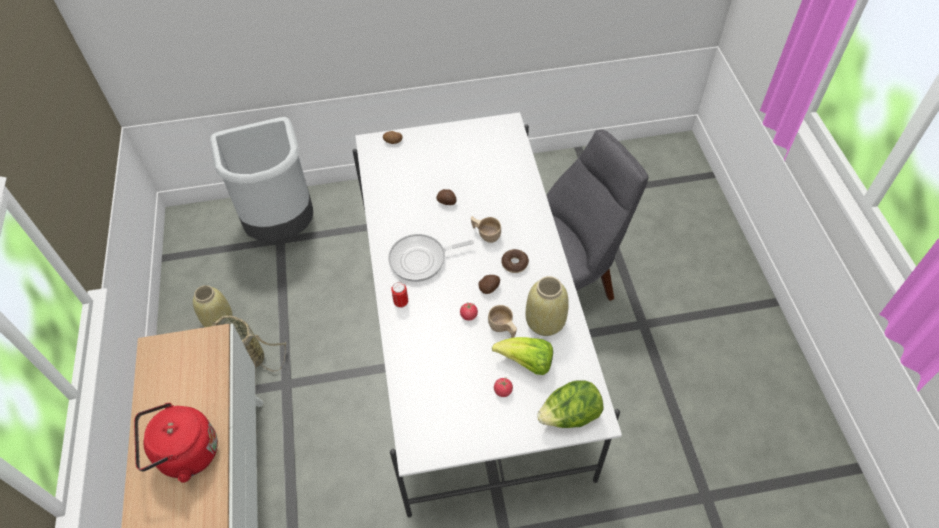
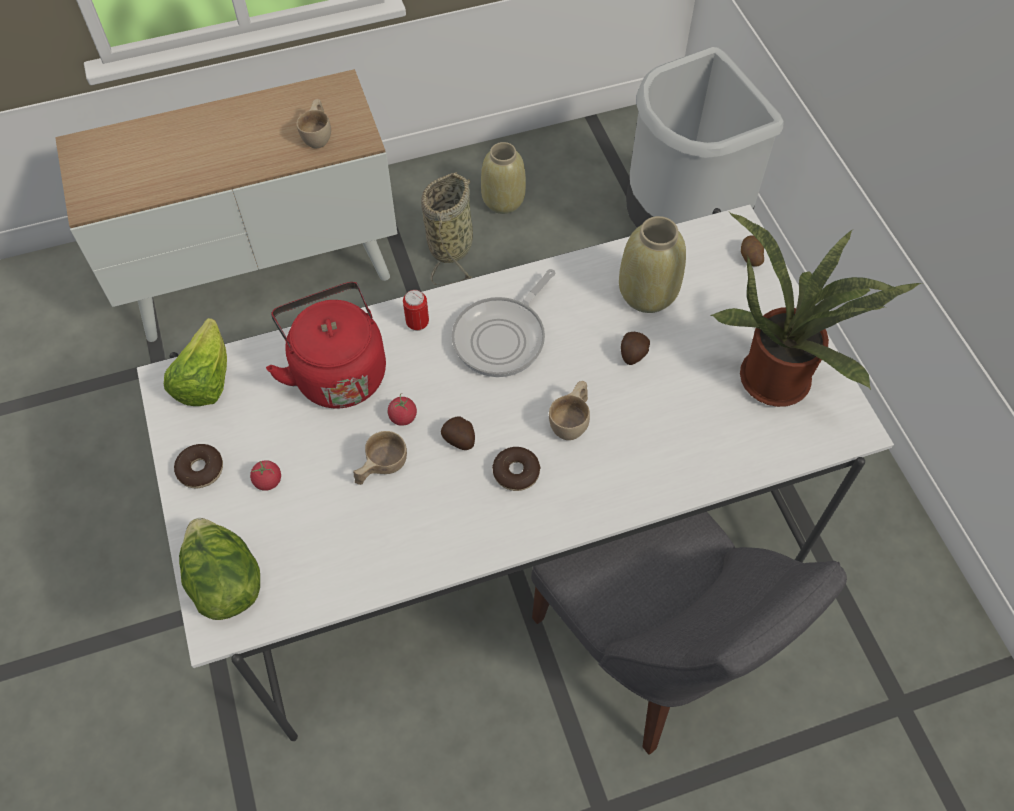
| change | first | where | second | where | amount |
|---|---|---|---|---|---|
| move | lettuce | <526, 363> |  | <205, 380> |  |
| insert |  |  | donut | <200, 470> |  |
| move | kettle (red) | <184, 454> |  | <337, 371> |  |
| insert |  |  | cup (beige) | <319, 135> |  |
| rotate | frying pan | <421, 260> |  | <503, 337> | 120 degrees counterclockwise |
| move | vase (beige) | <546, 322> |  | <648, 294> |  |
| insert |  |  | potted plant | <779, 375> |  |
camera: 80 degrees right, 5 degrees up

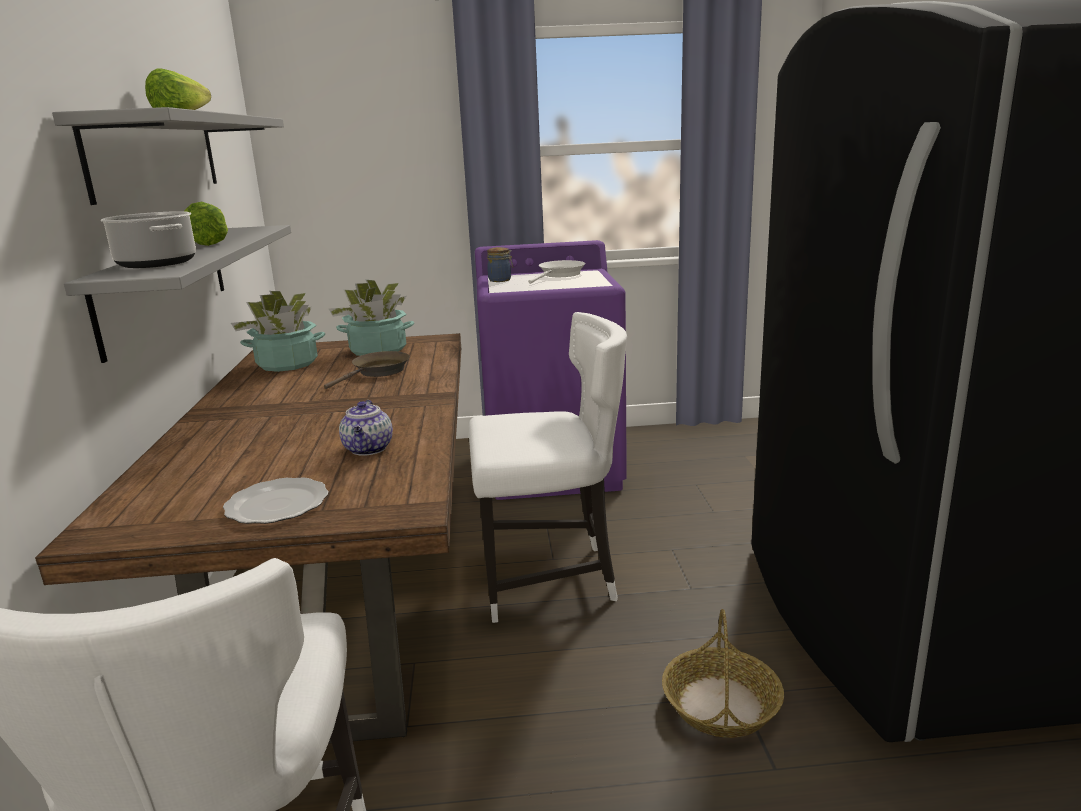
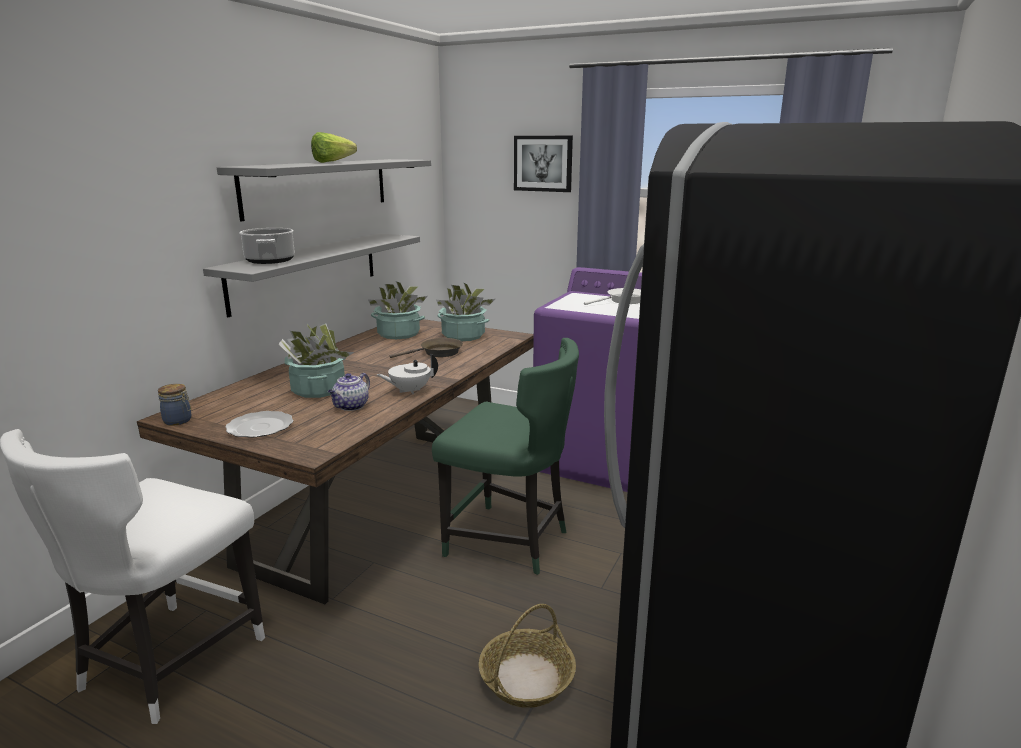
| change | first | where | second | where | amount |
|---|---|---|---|---|---|
| move | jar | <501, 280> |  | <178, 421> |  |
| insert |  |  | potted plant | <318, 389> |  |
| insert |  |  | teapot (white) | <409, 391> |  |
| recolor | chair (white) | <551, 579> | chair (green) | <510, 541> |  |
| insert |  |  | picture | <543, 163> |  |
| delete | lettuce | <212, 242> |  |  |  |
camera: 30 degrees right, 0 degrees up

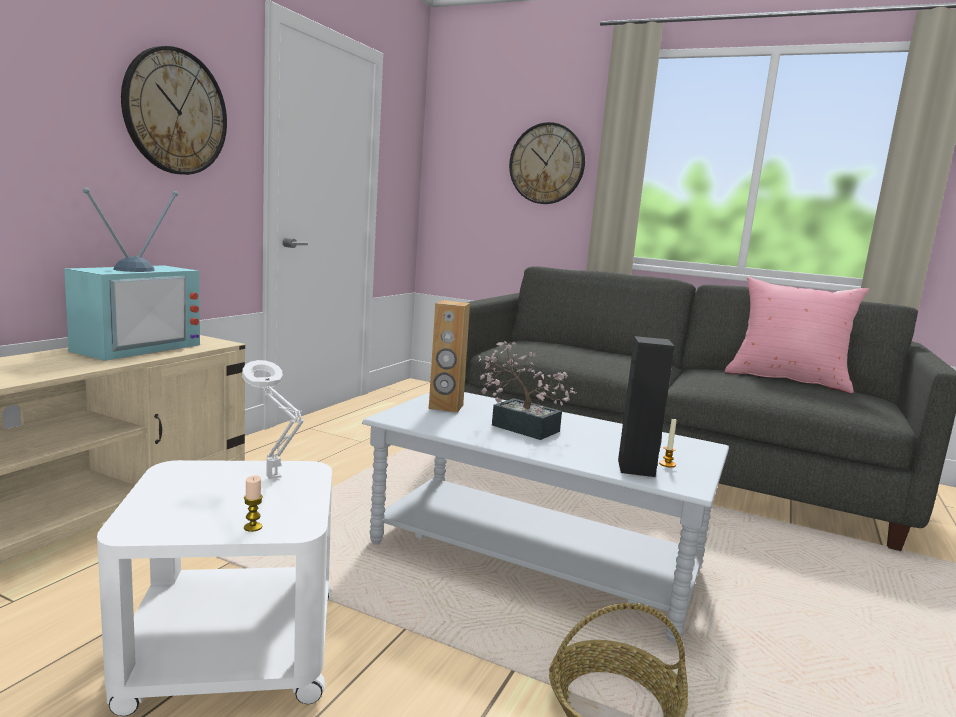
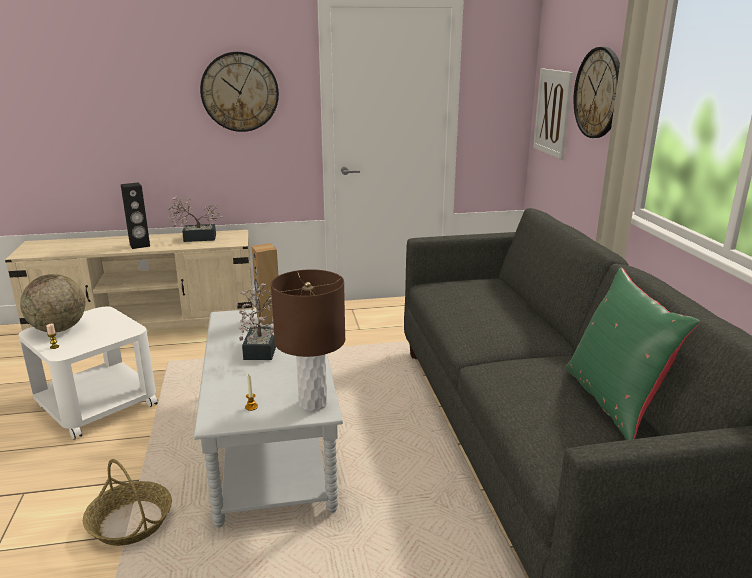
| change | first | where | second | where | amount |
|---|---|---|---|---|---|
| insert |  |  | globe | <59, 329> |  |
| move | speaker (black) | <637, 468> |  | <140, 245> |  |
| replace | television | <135, 347> | potted plant | <195, 238> |  |
| insert |  |  | table lamp (brown) | <313, 403> |  |
| insert |  |  | picture | <553, 112> |  |
| recolor | pillow (pink) | <787, 379> | pillow (green) | <614, 402> |  |
| delete | table lamp (white) | <275, 480> |  |  |  |
camera: 55 degrees right, 10 degrees up

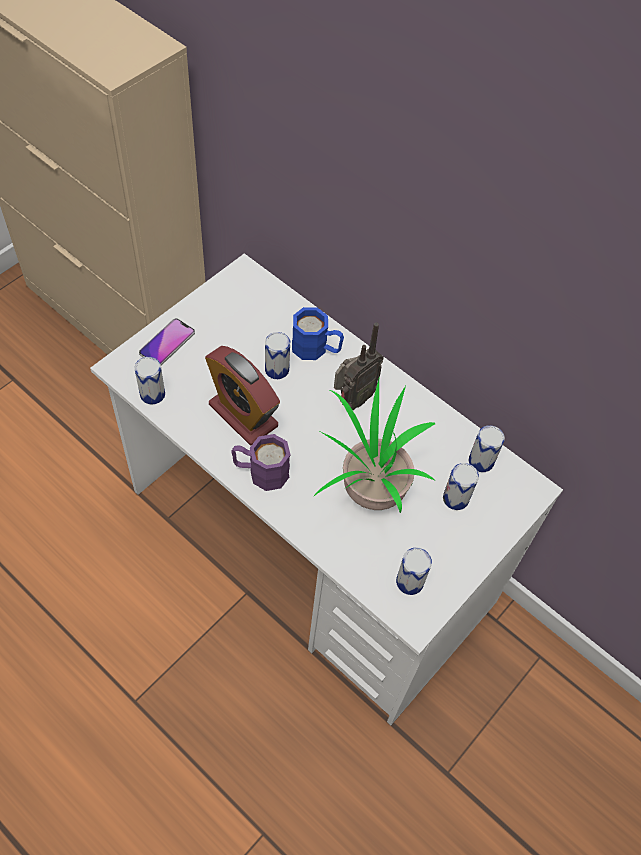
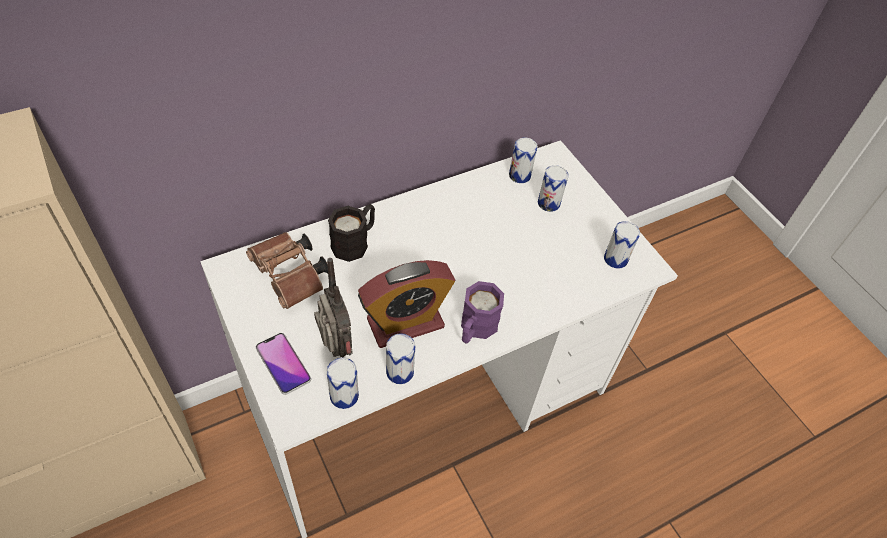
| change | first | where | second | where | amount |
|---|---|---|---|---|---|
| insert |  |  | binoculars (brown) | <291, 278> |  |
| move | radio | <352, 400> |  | <335, 349> |  |
| recolor | mug (blue) | <316, 349> | mug (black) | <355, 242> |  |
| move | can | <277, 369> |  | <400, 372> |  |
| delete | potted plant | <369, 489> |  |  |  |
camera: 70 degrees left, 5 degrees down

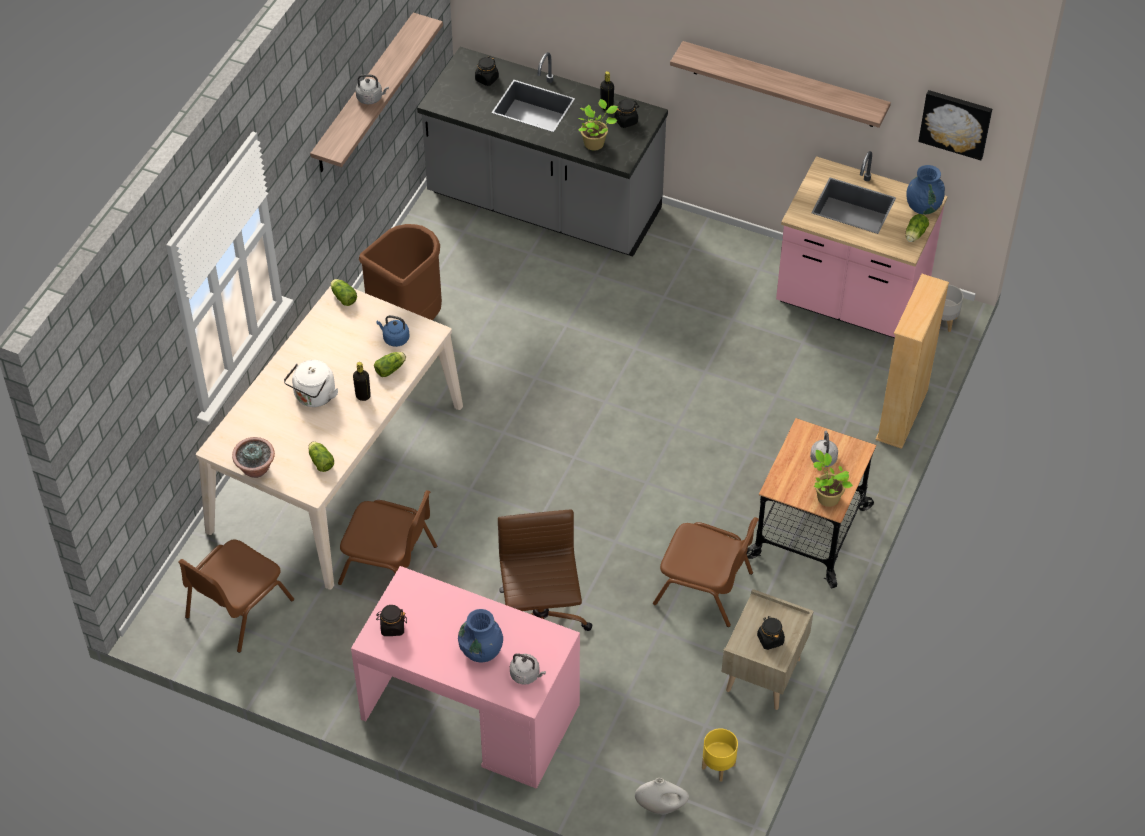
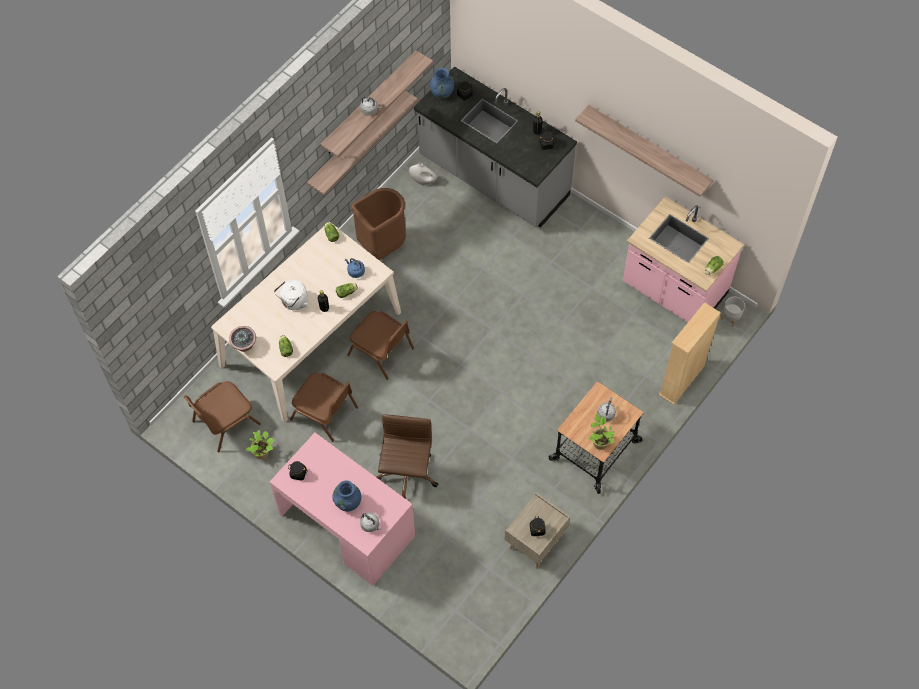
| change | first | where | second | where | amount |
|---|---|---|---|---|---|
| move | potted plant | <595, 143> |  | <262, 453> |  |
| insert |  |  | shelf | <355, 141> |  |
| move | chair (brown) | <705, 588> |  | <382, 352> |  |
| move | vase (white) | <661, 807> |  | <423, 181> |  |
| move | vase (blue) | <923, 206> |  | <442, 92> |  |
| delete | planter (yellow) | <718, 767> |  |  |  |
| delete | picture | <956, 123> |  |  |  |
camera: 15 degrees right, 10 degrees up

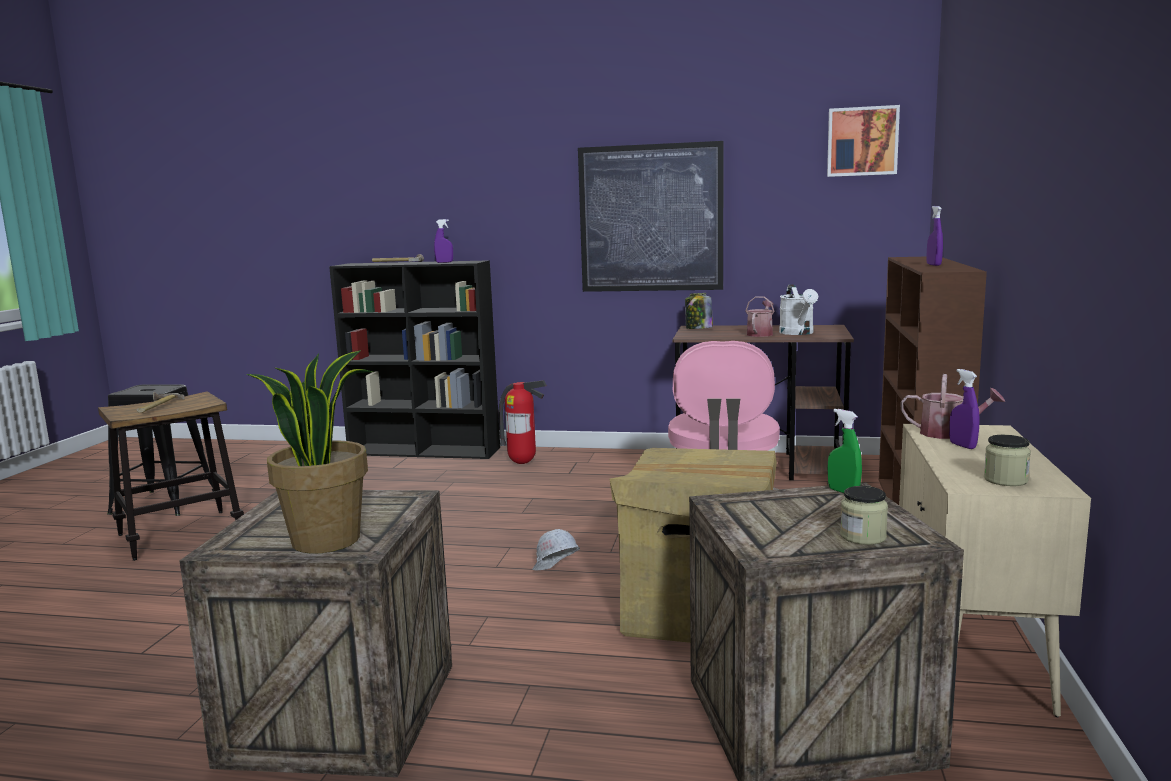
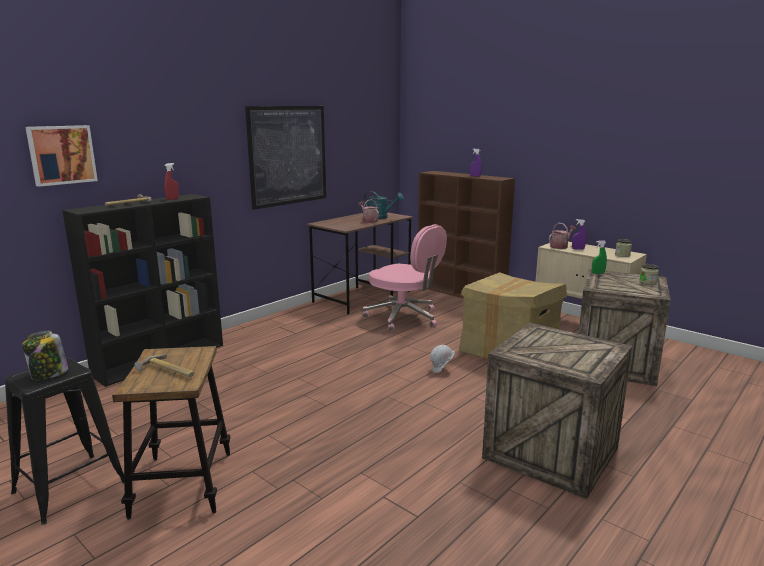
| change | first | where | second | where | amount |
|---|---|---|---|---|---|
| move | jar | <698, 328> |  | <48, 374> |  |
| move | picture | <862, 141> |  | <61, 155> |  |
| recolor | spray bottle (purple) | <444, 262> | spray bottle (red) | <172, 199> |  |
| recolor | watering can (white) | <798, 333> | watering can (turquoise) | <381, 217> |  |
| delete | potted plant | <326, 540> |  |  |  |
| delete | fire extinguisher | <523, 463> |  |  |  |
camera: 60 degrees left, 5 degrees up

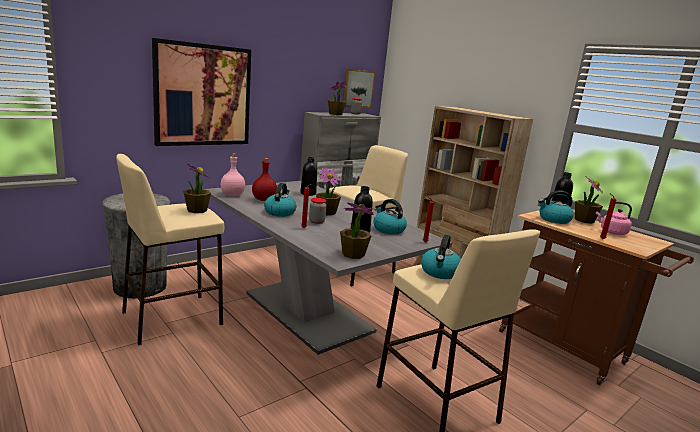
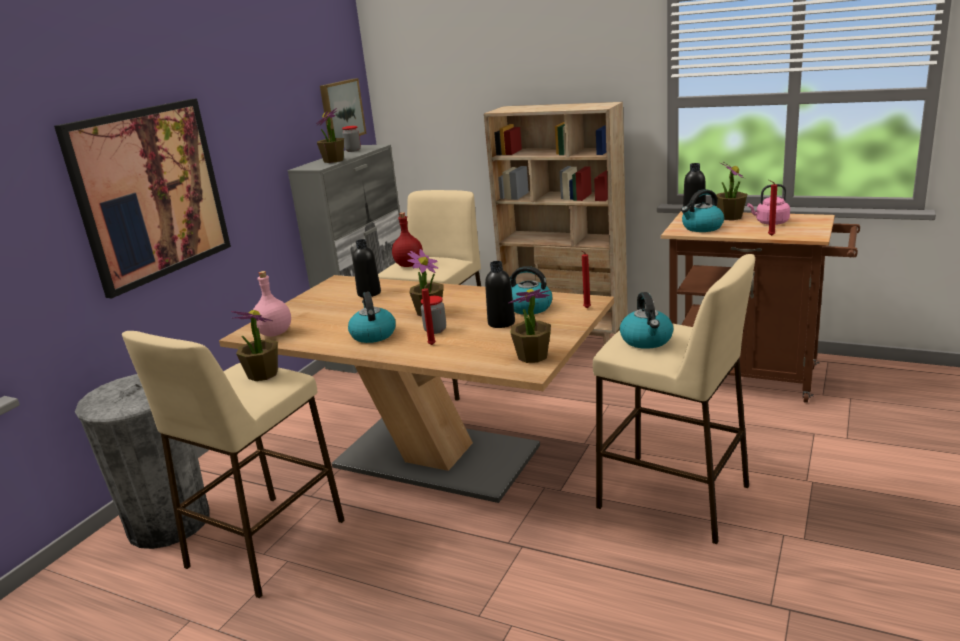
| change | first | where | second | where | amount |
|---|---|---|---|---|---|
| recolor | dining table (grey) | <308, 312> | dining table (brown) | <436, 456> |  |
| move | bottle (red) | <263, 199> |  | <408, 265> |  |
camera: 20 degrees left, 5 degrees up

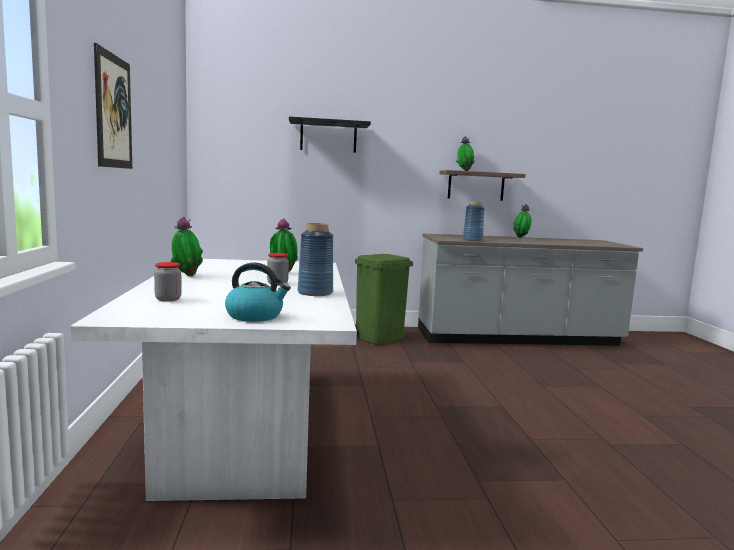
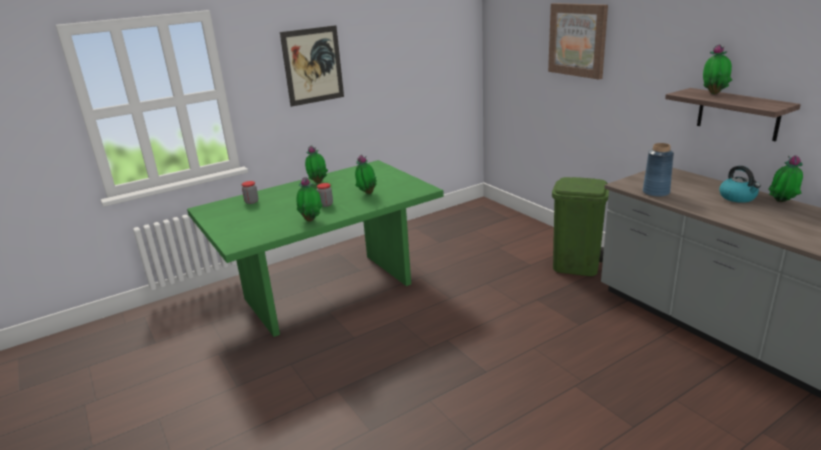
| change | first | where | second | where | amount |
|---|---|---|---|---|---|
| recolor | dining table (white) | <245, 435> | dining table (green) | <328, 292> |  |
| replace | vase (blue) | <315, 292> | potted plant | <311, 220> |  |
| replace | shelf (black) | <328, 137> | picture | <577, 40> |  |
| move | kettle | <255, 316> |  | <738, 197> |  |
camera: 65 degrees right, 15 degrees up

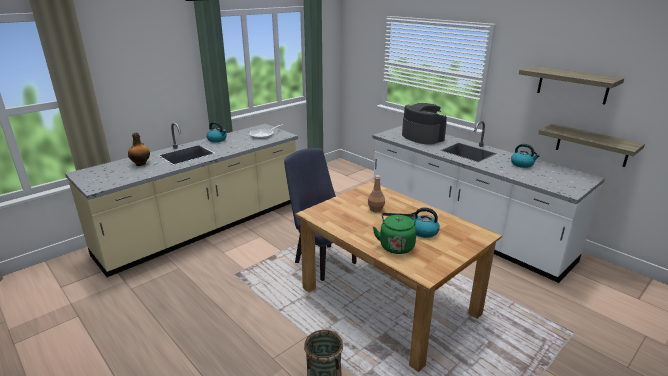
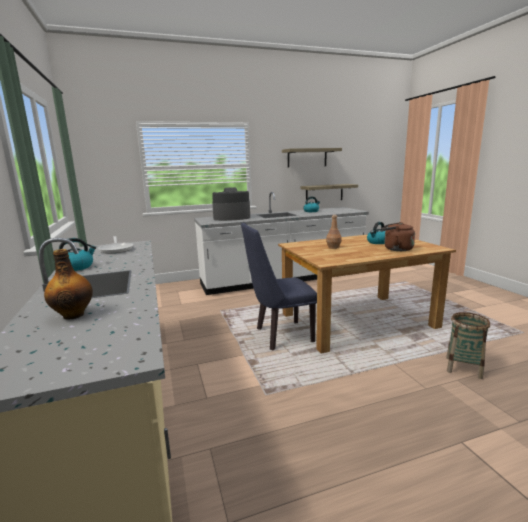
| change | first | where | second | where | amount |
|---|---|---|---|---|---|
| recolor | kettle (green) | <396, 245> | kettle (brown) | <396, 249> |  |
camera: 65 degrees left, 10 degrees down

